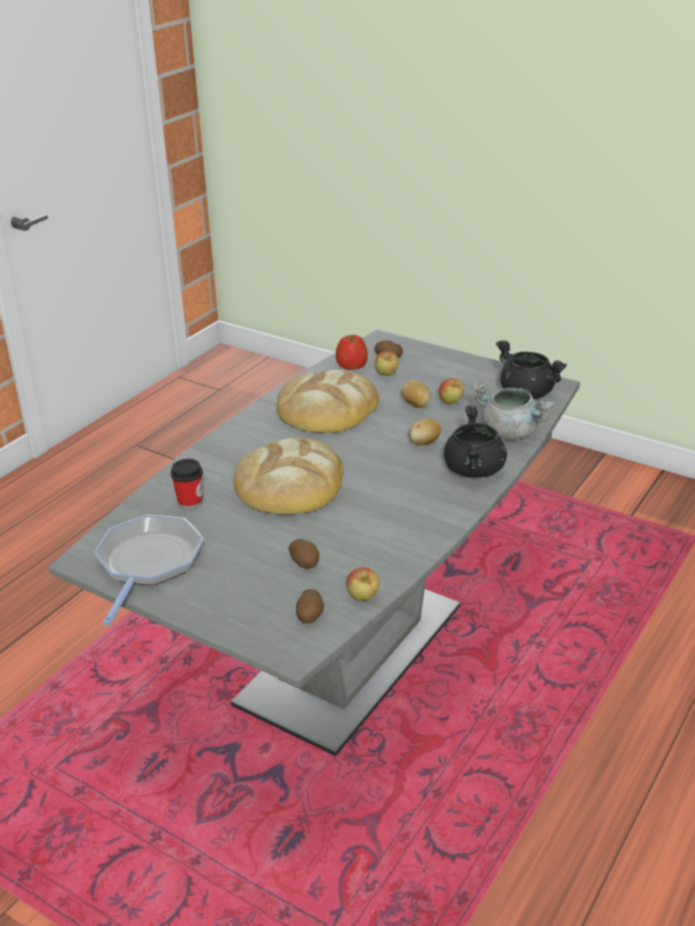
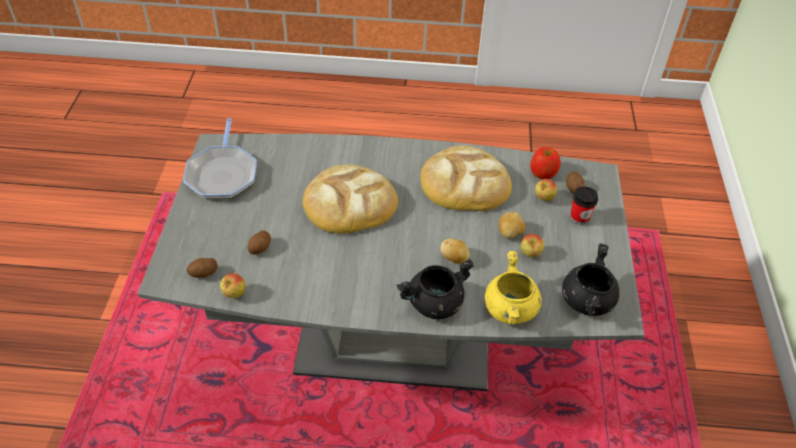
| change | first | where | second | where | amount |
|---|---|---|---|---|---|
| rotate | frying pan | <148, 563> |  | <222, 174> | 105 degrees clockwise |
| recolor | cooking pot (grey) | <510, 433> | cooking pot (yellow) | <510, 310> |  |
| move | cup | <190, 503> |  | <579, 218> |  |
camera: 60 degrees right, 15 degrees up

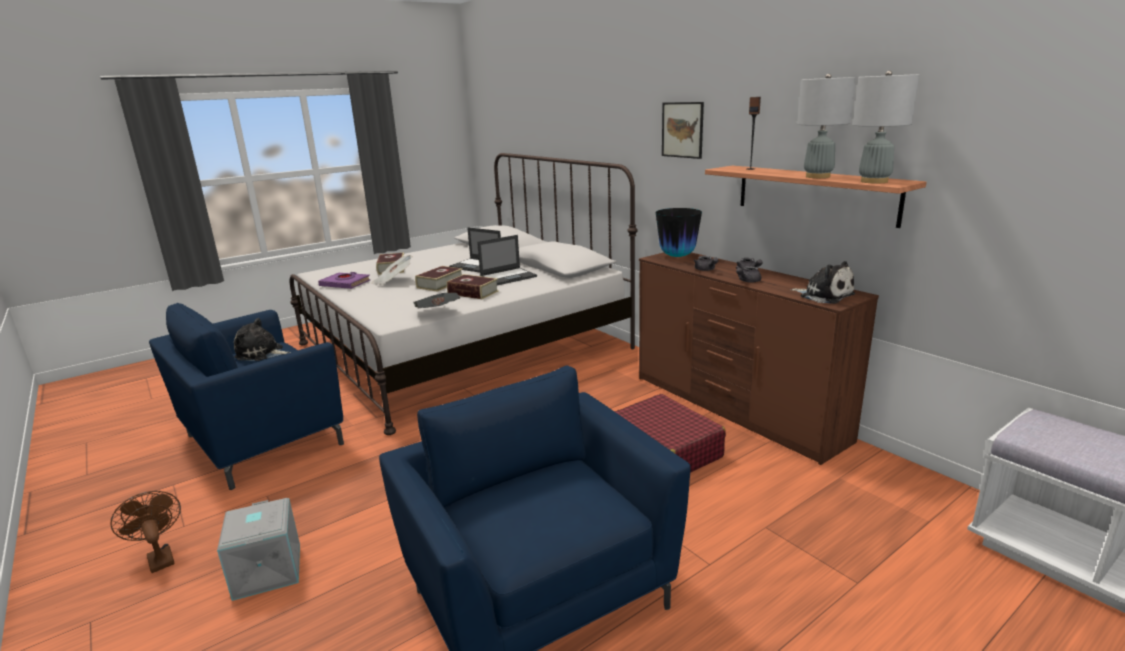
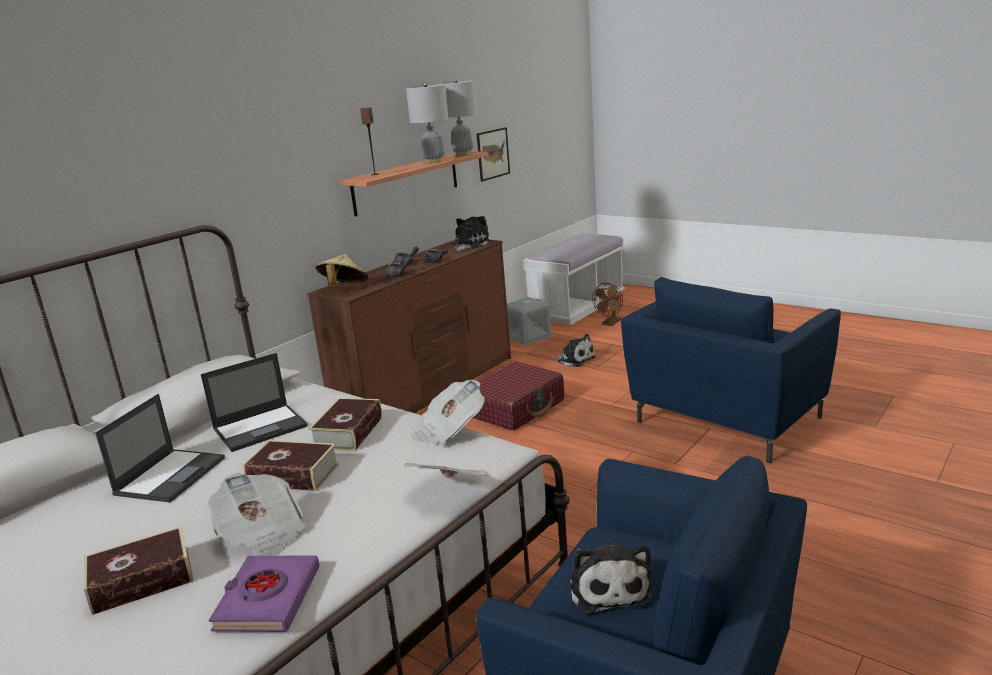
| change | first | where | second | where | amount |
|---|---|---|---|---|---|
| rotate | laptop | <509, 277> |  | <261, 427> | 105 degrees clockwise |
| replace | vase | <677, 256> | hat (beige) | <344, 288> |  |
| insert |  |  | newspaper | <453, 489> |  |
| move | picture | <682, 130> |  | <492, 154> |  |
| move | storage box (grey) | <266, 571> |  | <528, 336> |  |
| insert |  |  | plush toy | <574, 359> |  |
| move | fan (brown) | <159, 557> |  | <610, 323> |  |
camera: 105 degrees left, 0 degrees up

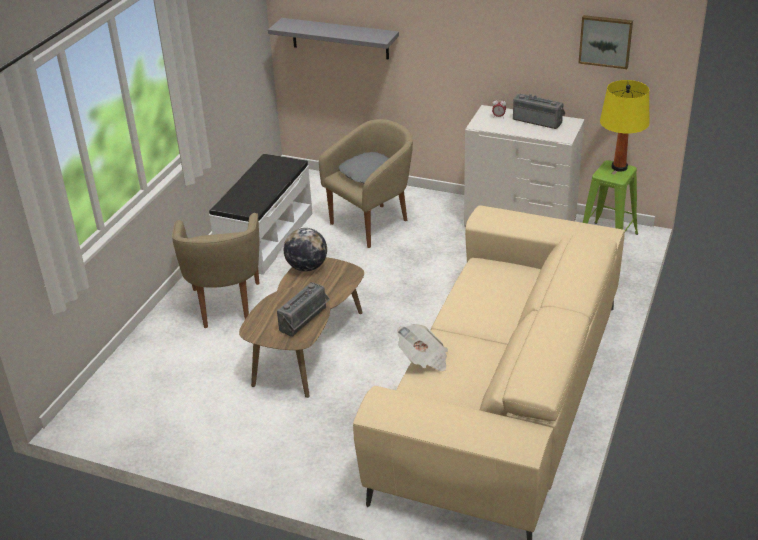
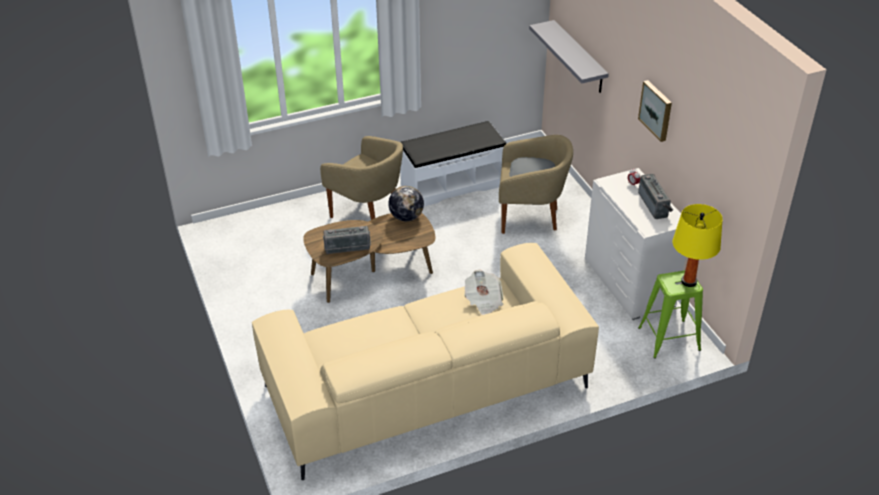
| change | first | where | second | where | amount |
|---|---|---|---|---|---|
| rotate | armchair (beige) | <226, 305> |  | <368, 215> | 90 degrees counterclockwise |
| move | newspaper | <423, 359> |  | <483, 301> |  |
| move | picture | <605, 41> |  | <656, 110> |  |
camera: 45 degrees right, 5 degrees up

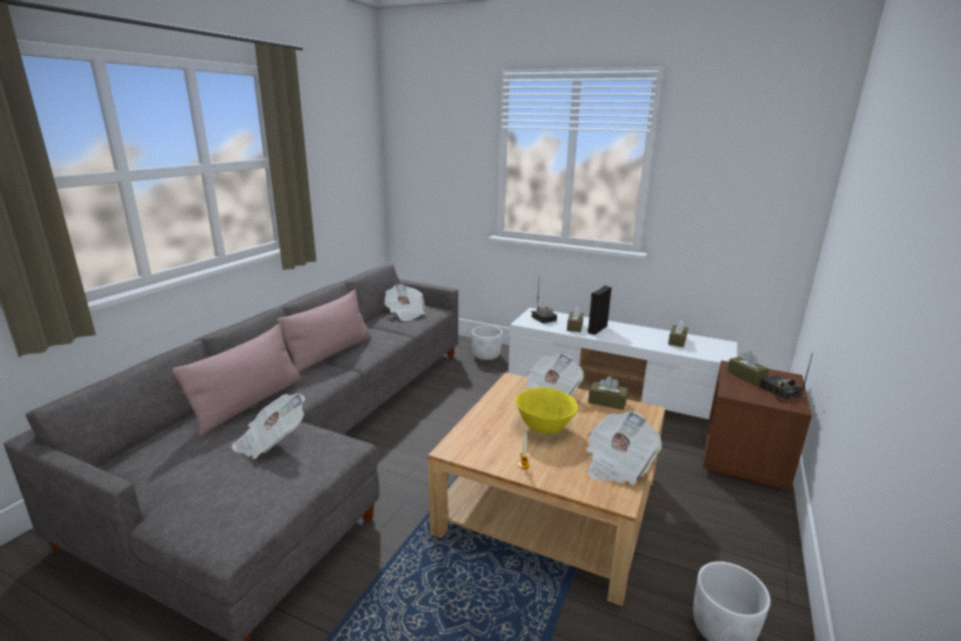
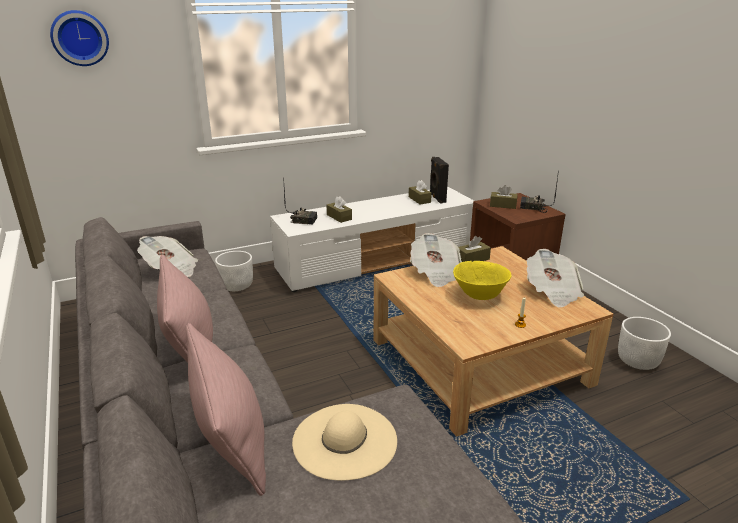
| change | first | where | second | where | amount |
|---|---|---|---|---|---|
| insert |  |  | wall clock | <80, 38> |  |
| replace | newspaper | <271, 441> | hat (beige) | <345, 440> |  |
| move | speaker (black) | <596, 329> |  | <437, 198> |  |
camera: 50 degrees left, 5 degrees up

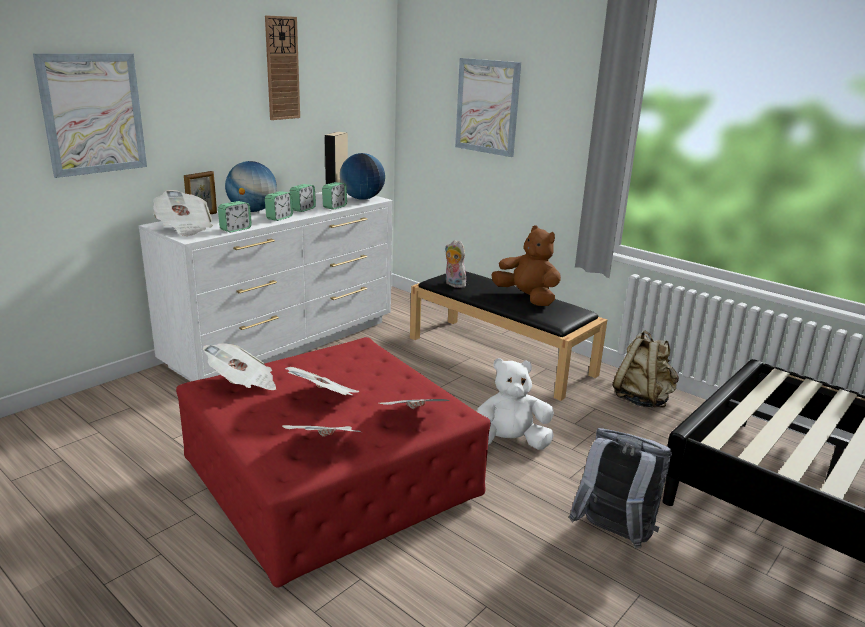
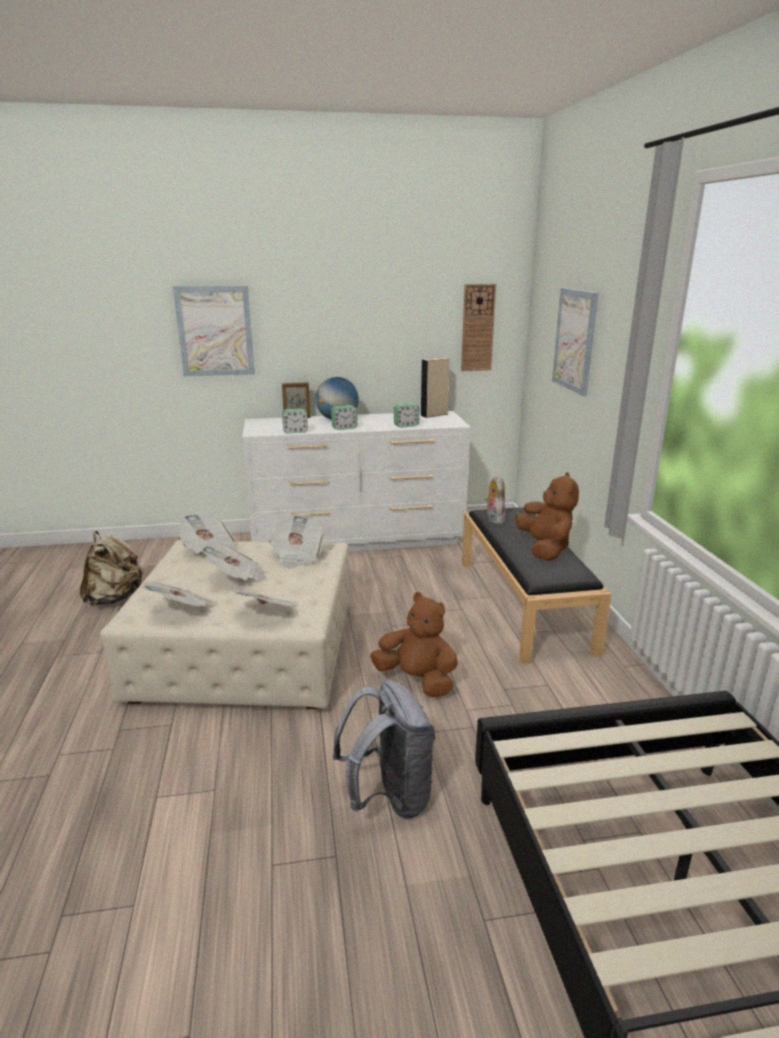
| change | first | where | second | where | amount |
|---|---|---|---|---|---|
| move | backpack (beige) | <642, 399> |  | <115, 598> |  |
| recolor | ottoman (red) | <330, 483> | ottoman (beige) | <245, 652> |  |
| move | newspaper | <184, 228> |  | <297, 556> |  |
| recolor | plush toy (white) | <509, 443> | plush toy (brown) | <417, 680> |  |
| move | wall clock | <282, 68> |  | <477, 328> |  |
| delete | alarm clock | <303, 209> |  |  |  |
| delete | globe | <362, 199> |  |  |  |
camera: 40 degrees right, 0 degrees up

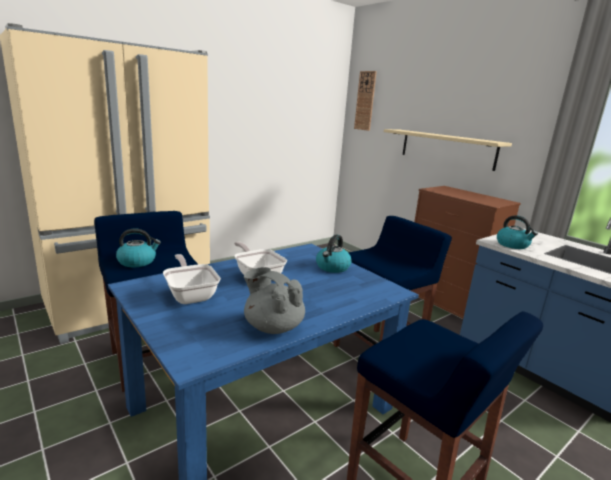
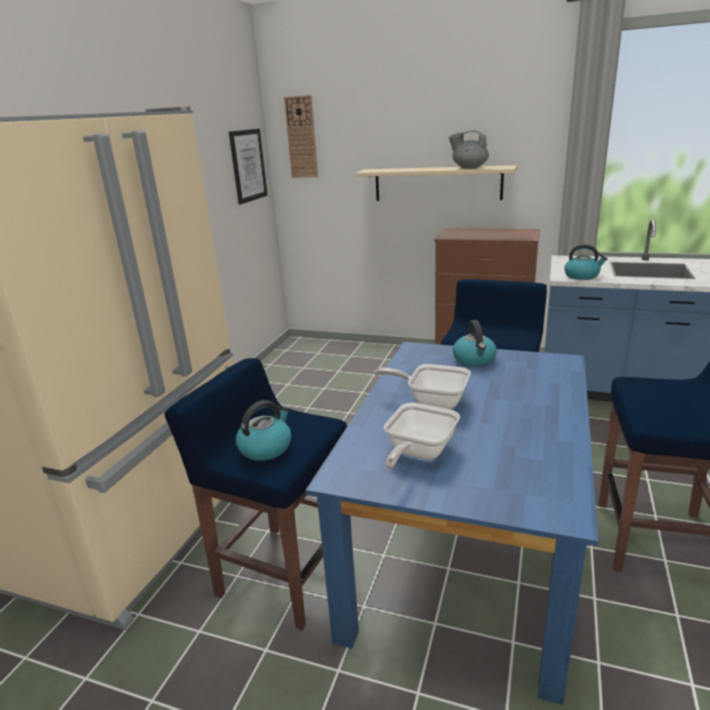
| change | first | where | second | where | amount |
|---|---|---|---|---|---|
| insert |  |  | picture | <248, 165> |  |
| rotate | frying pan | <191, 295> |  | <418, 453> | 90 degrees counterclockwise |
| move | teapot (grey) | <273, 326> |  | <469, 168> |  |
camera: 30 degrees left, 5 degrees up

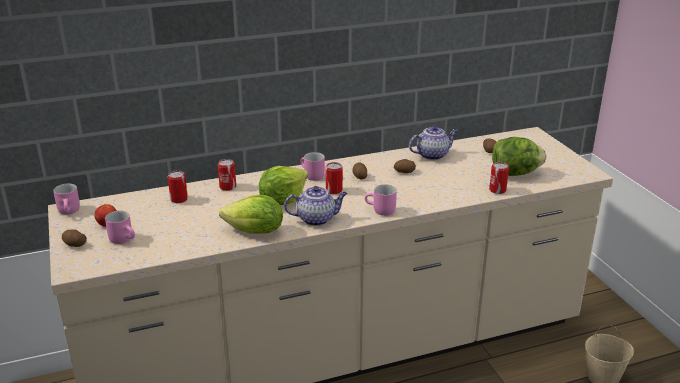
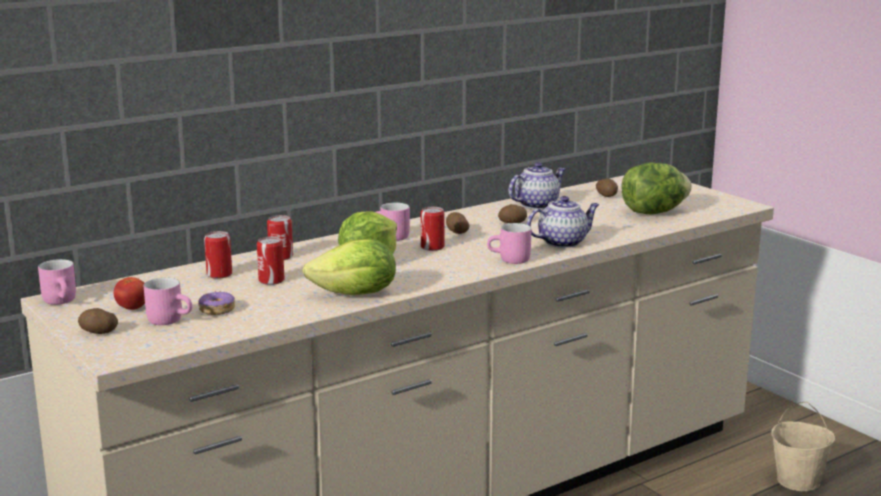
| change | first | where | second | where | amount |
|---|---|---|---|---|---|
| insert |  |  | donut | <217, 310> |  |
| move | can | <497, 190> |  | <271, 280> |  |
| move | teapot | <317, 219> |  | <563, 242> |  |
camera: 15 degrees left, 10 degrees down

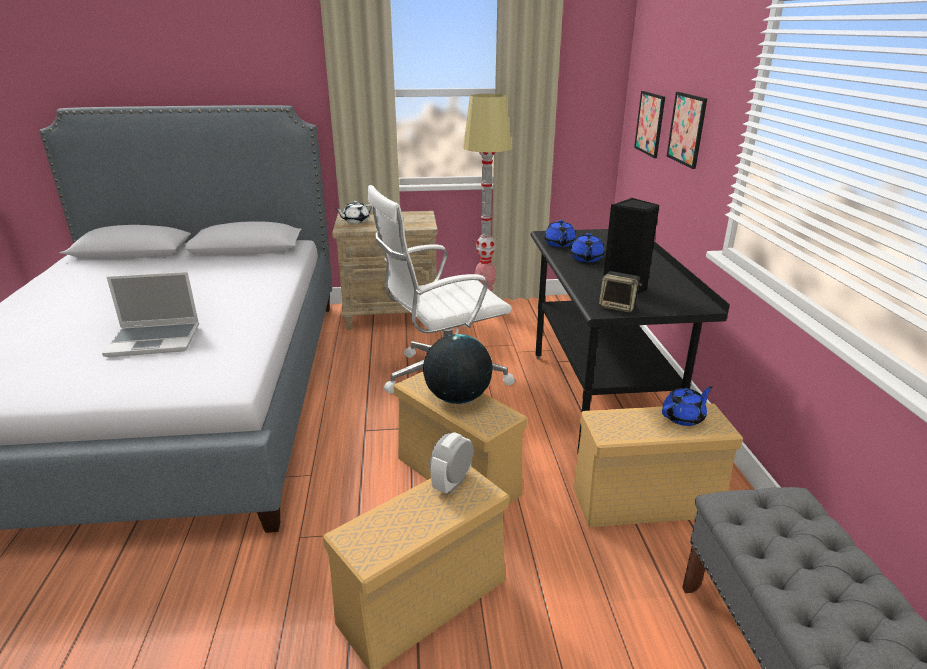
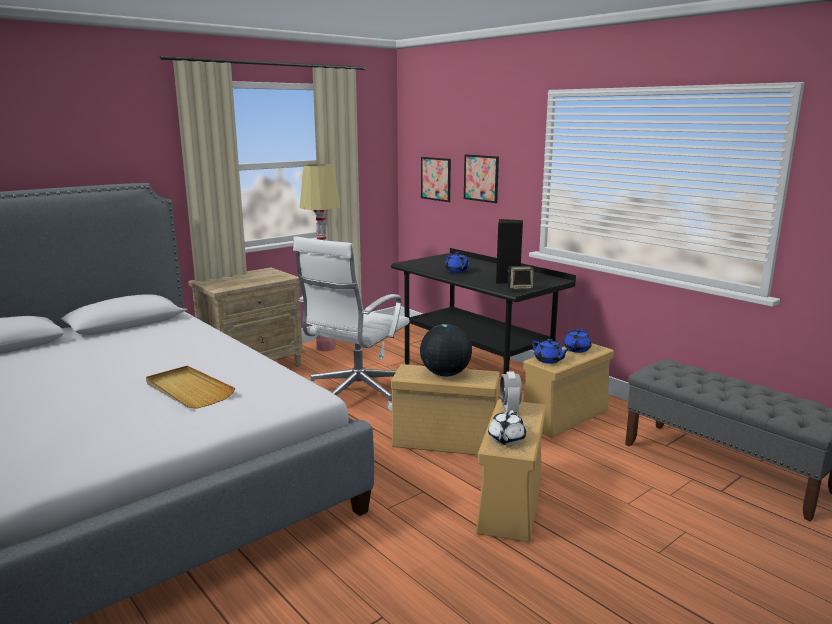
| change | first | where | second | where | amount |
|---|---|---|---|---|---|
| replace | laptop | <155, 340> | tray (beige) | <188, 390> |  |
| move | teapot (white) | <355, 221> |  | <506, 439> |  |
| move | teapot (blue) | <559, 244> |  | <548, 360> |  |
camera: 35 degrees left, 10 degrees down

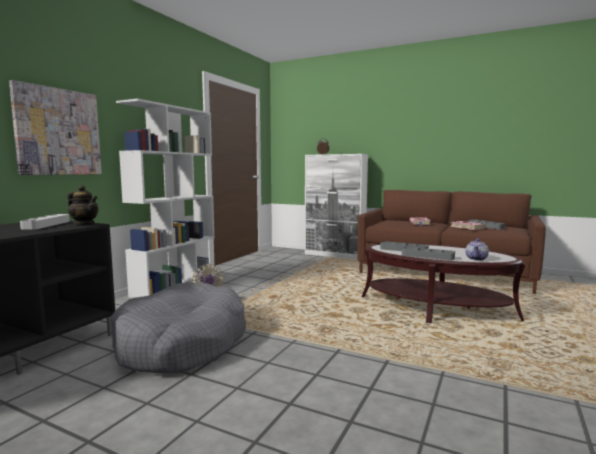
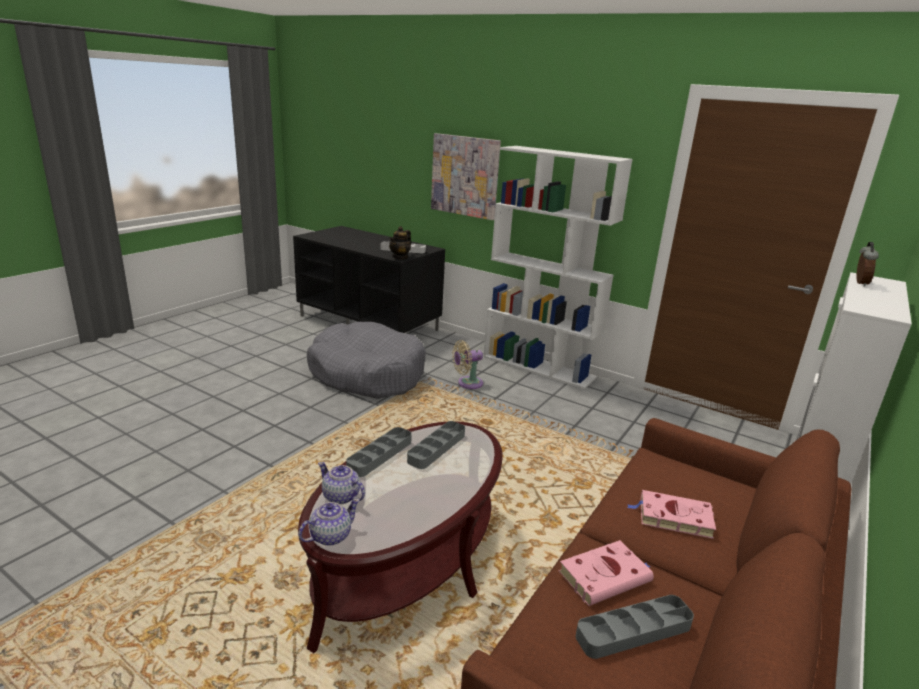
| change | first | where | second | where | amount |
|---|---|---|---|---|---|
| insert |  |  | teapot | <329, 536> |  |
camera: 95 degrees right, 15 degrees up

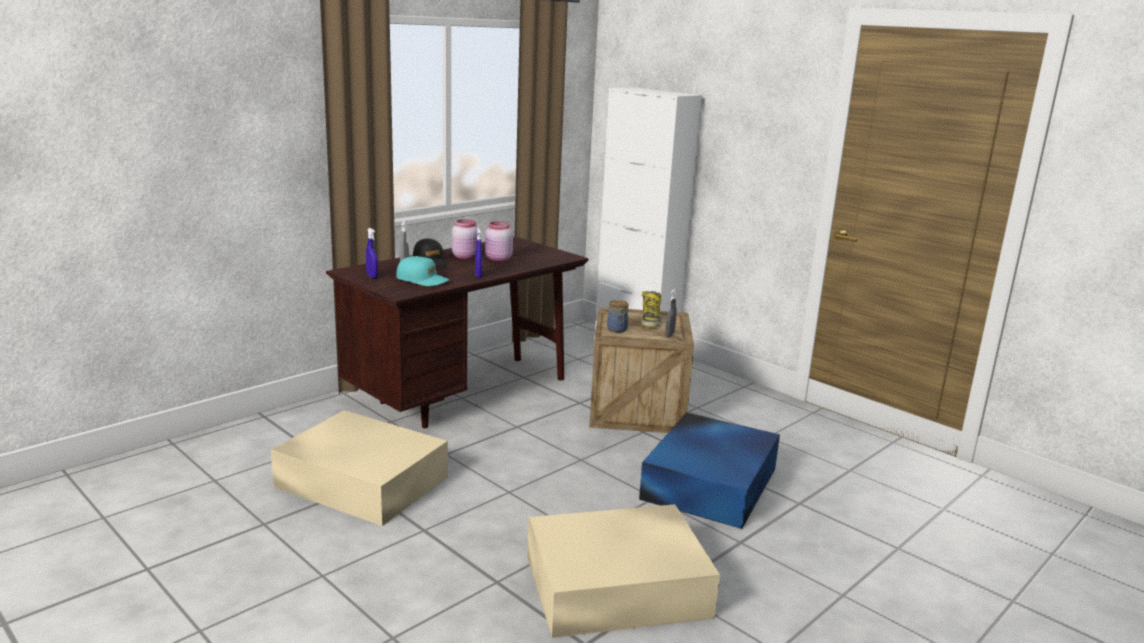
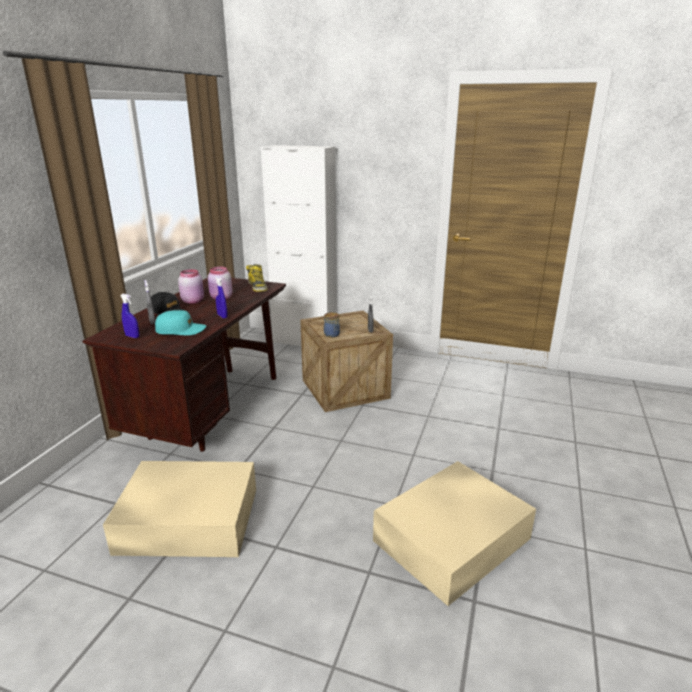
| change | first | where | second | where | amount |
|---|---|---|---|---|---|
| move | boot | <650, 320> |  | <257, 287> |  |
| delete | storage box (blue) | <711, 482> |  |  |  |
camera: 25 degrees left, 5 degrees up

